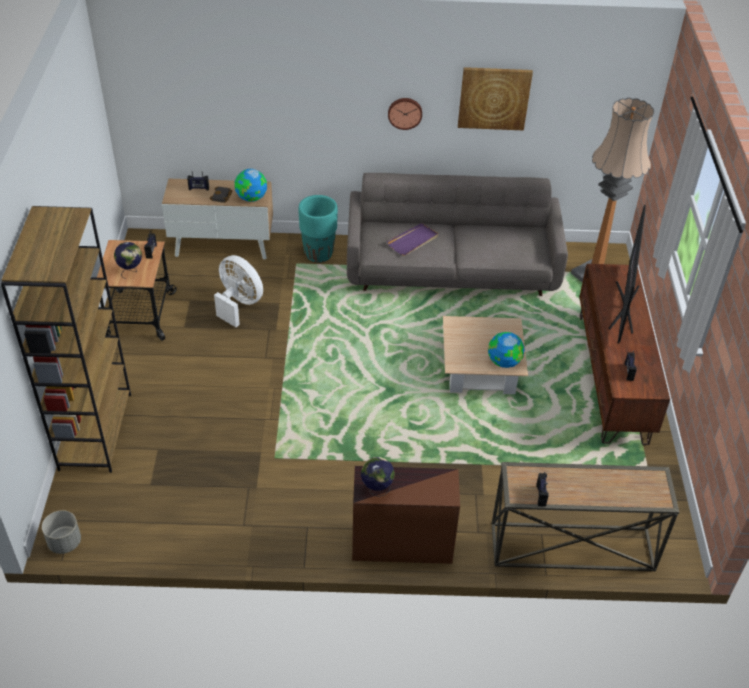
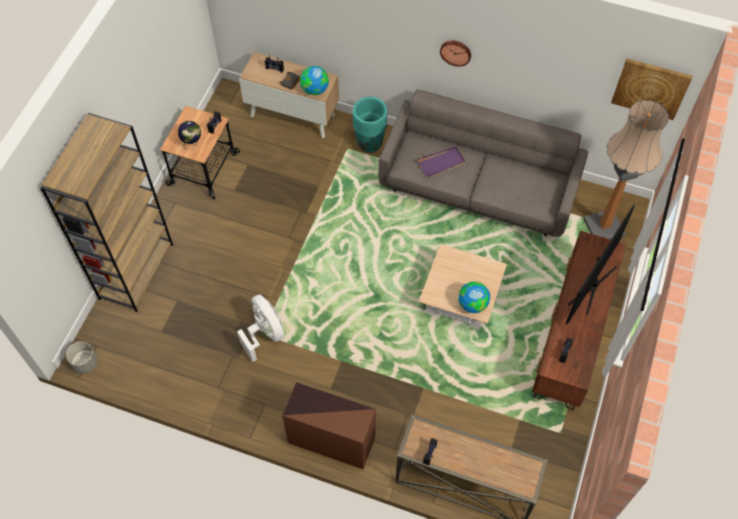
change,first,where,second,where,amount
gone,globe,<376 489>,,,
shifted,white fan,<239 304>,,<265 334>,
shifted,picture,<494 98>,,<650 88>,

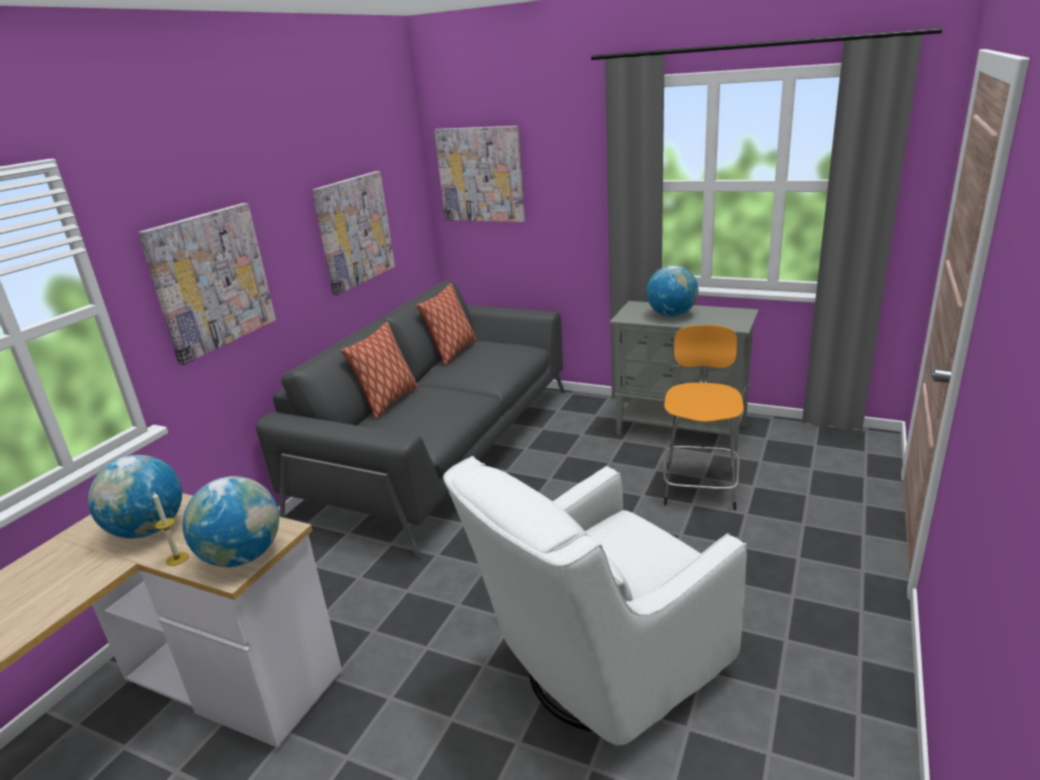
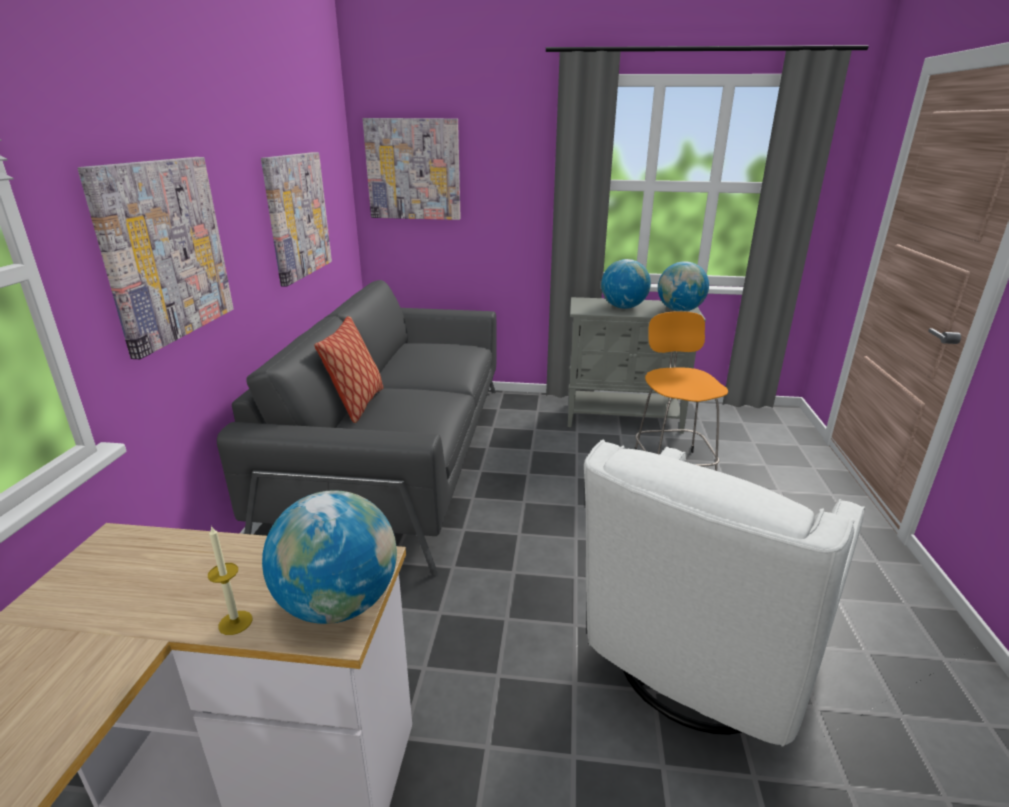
change,first,where,second,where,amount
gone,pillow,<452 352>,,,
shifted,globe,<148 530>,,<679 310>,

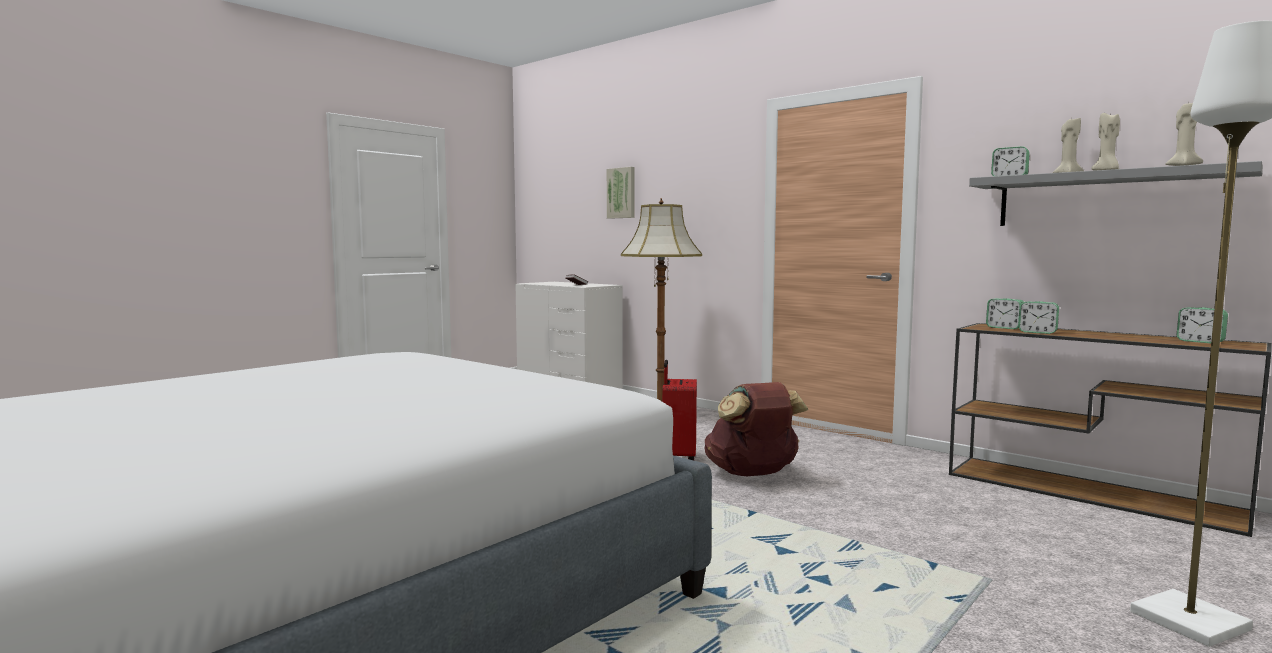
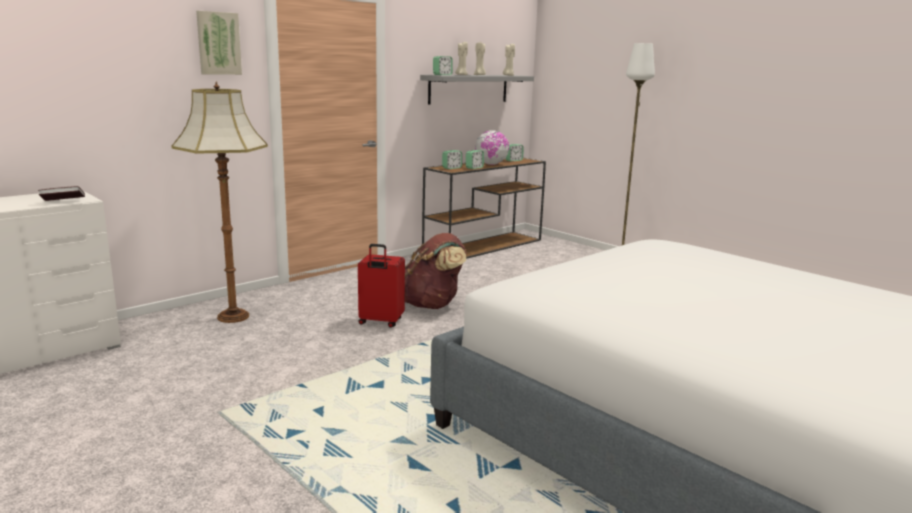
change,first,where,second,where,amount
new,,,globe,<491 164>,
shifted,picture,<622 193>,,<218 43>,

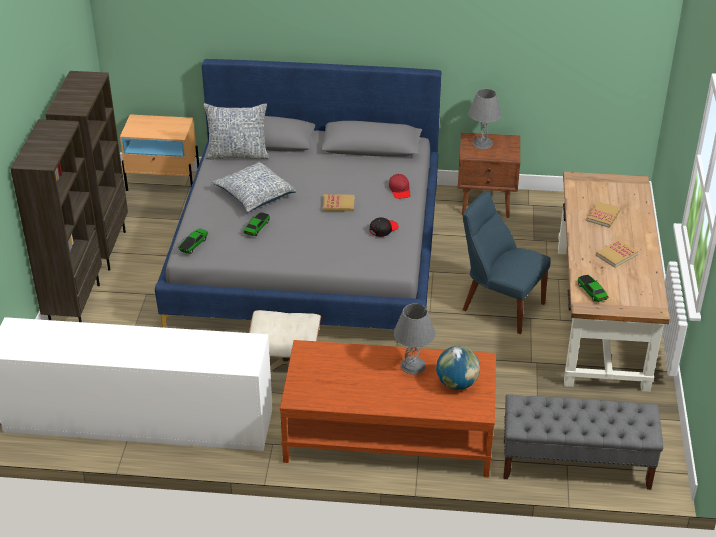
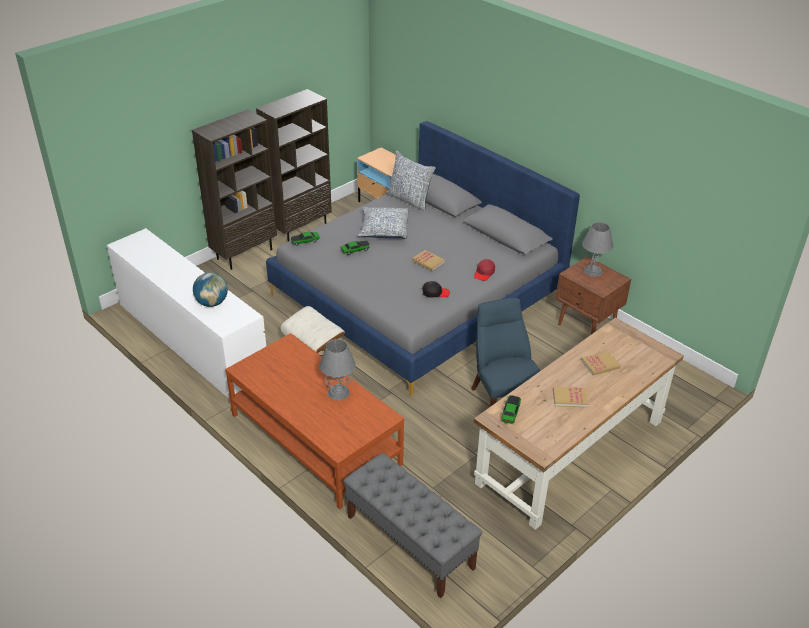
change,first,where,second,where,amount
shifted,globe,<457 383>,,<212 303>,

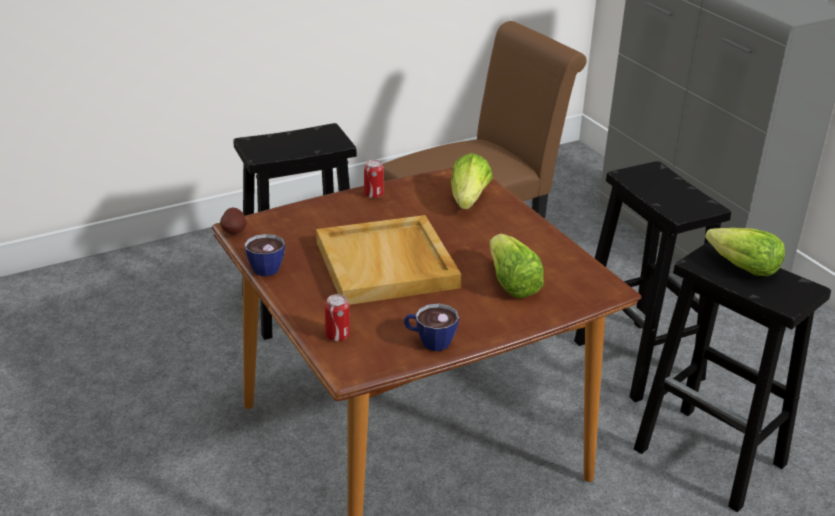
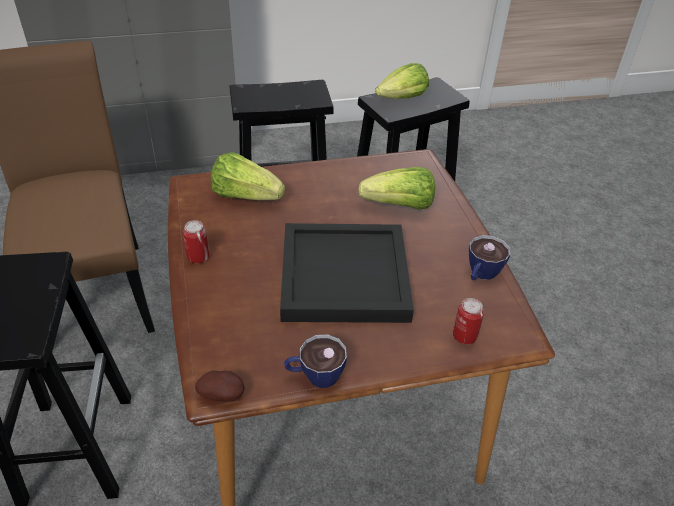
change,first,where,second,where,amount
repainted,beige tray,<387 265>,black tray,<345 275>,

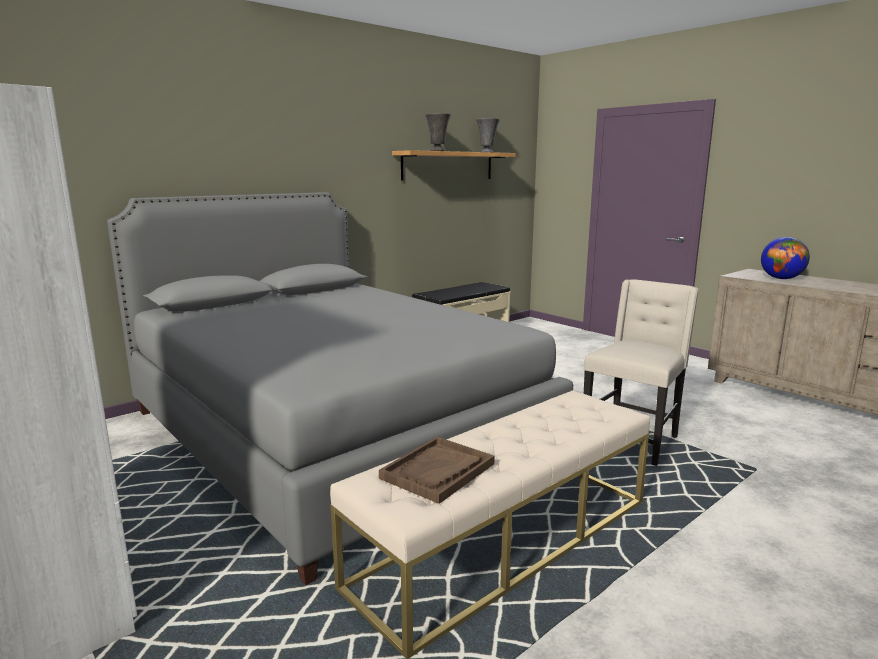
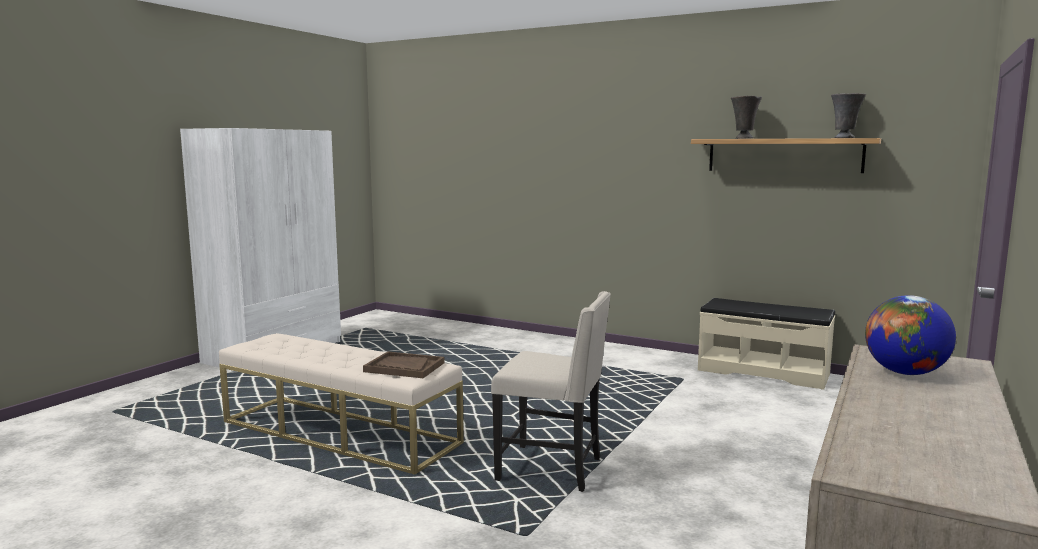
change,first,where,second,where,amount
gone,grey bed,<332 433>,,,
shifted,brown tray,<438 471>,,<404 367>,

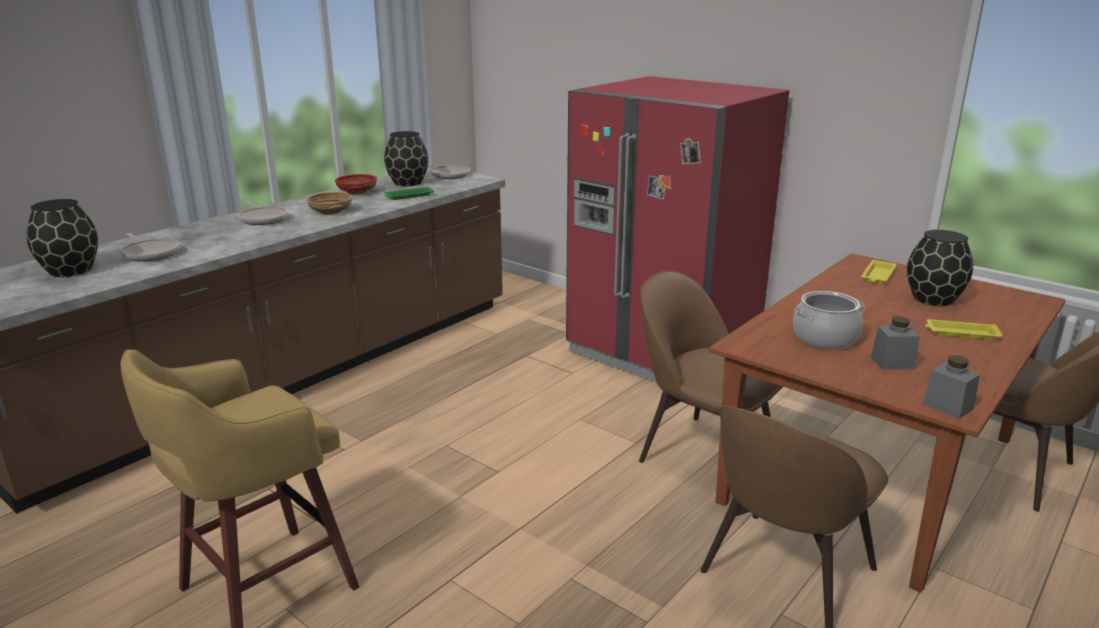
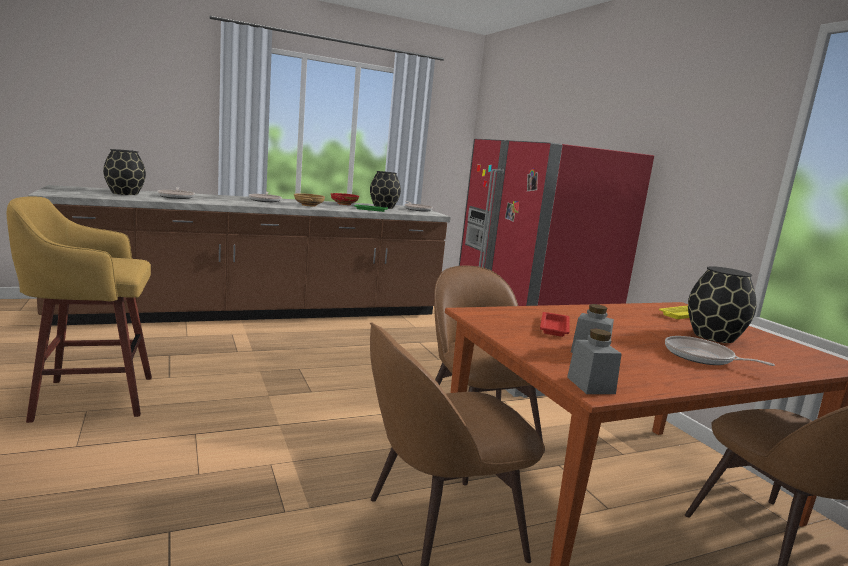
change,first,where,second,where,amount
swapped,cooking pot,<825 338>,red tray,<554 327>,
swapped,yellow tray,<960 333>,frying pan,<702 357>,

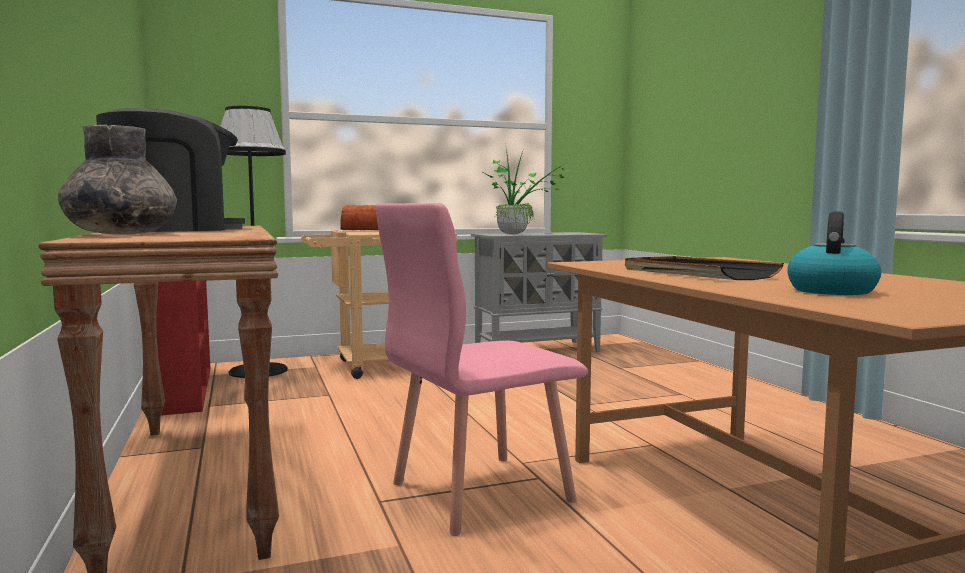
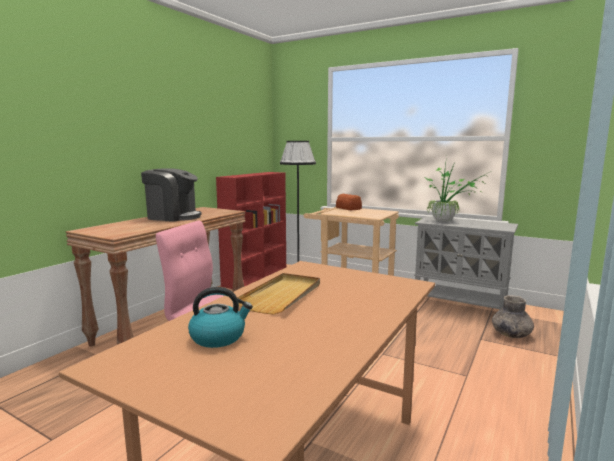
change,first,where,second,where,amount
shifted,grey vase,<121 234>,,<511 334>,
repainted,black tray,<696 273>,beige tray,<282 295>,

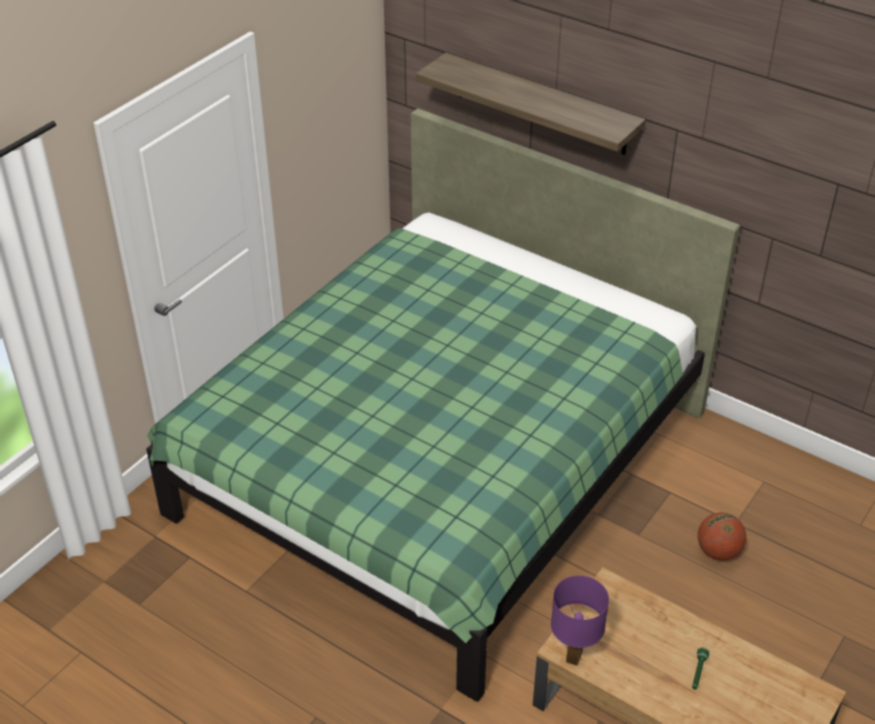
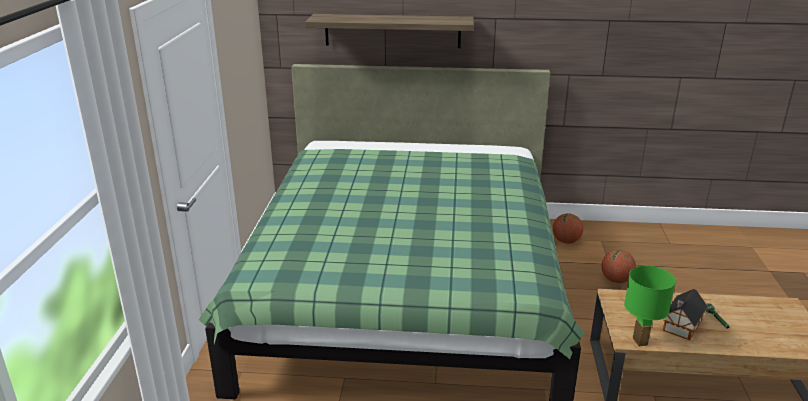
change,first,where,second,where,amount
new,,,basketball,<566 241>,
new,,,toy house,<681 326>,
repainted,purple table lamp,<574 658>,green table lamp,<640 342>,

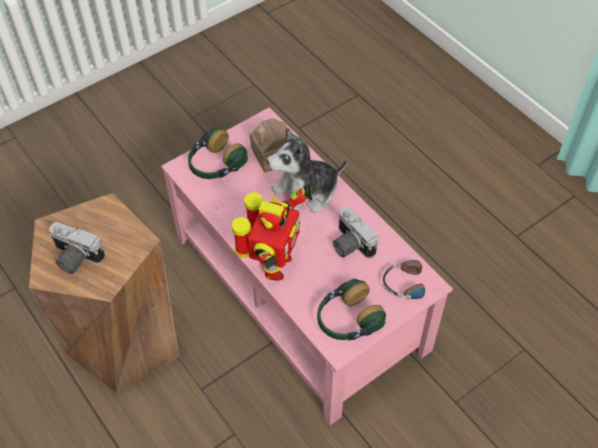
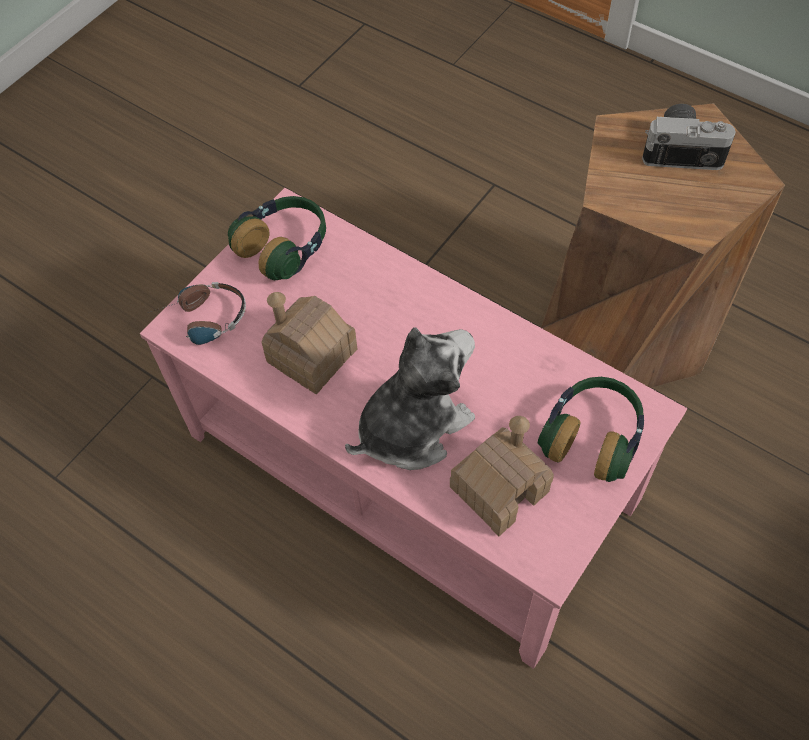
change,first,where,second,where,amount
gone,toy robot,<273 266>,,,
swapped,photo camera,<349 244>,toy house,<311 355>,

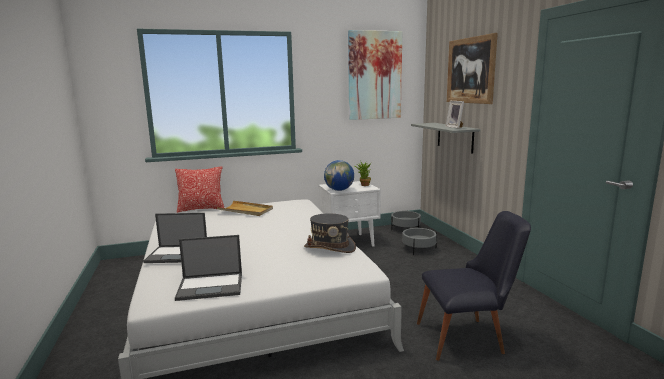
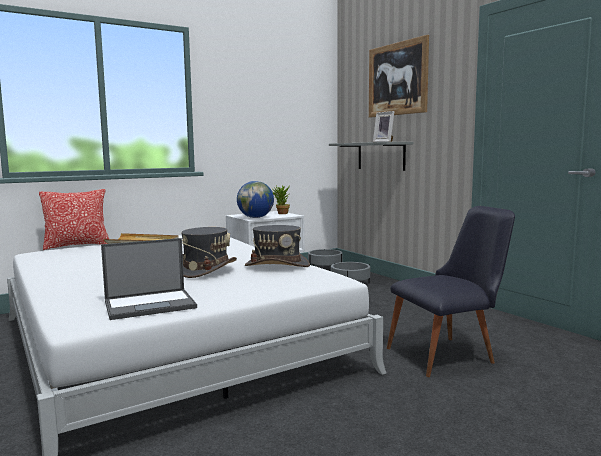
change,first,where,second,where,amount
gone,laptop,<178 254>,,,
gone,picture,<374 75>,,,
new,,,grey hat,<206 269>,

